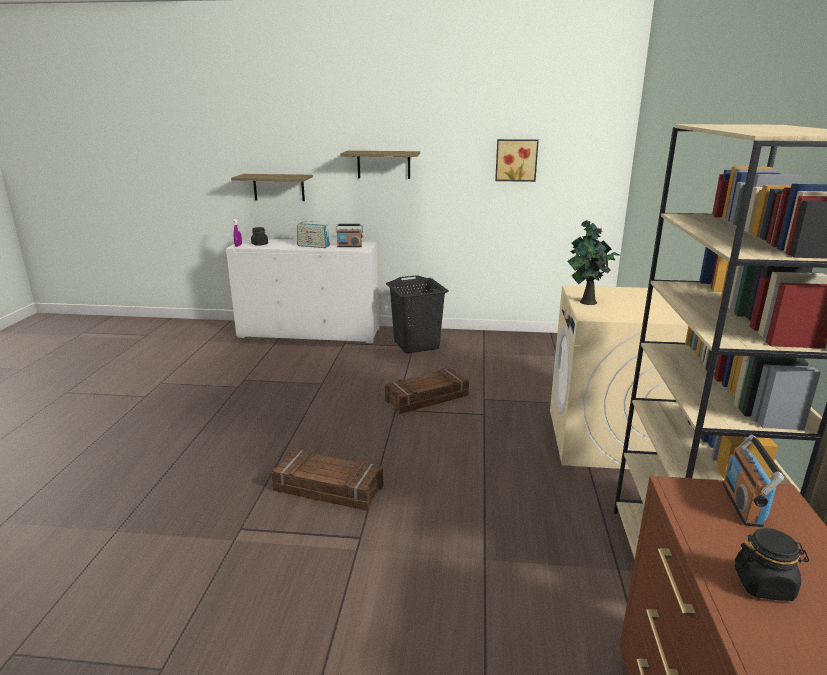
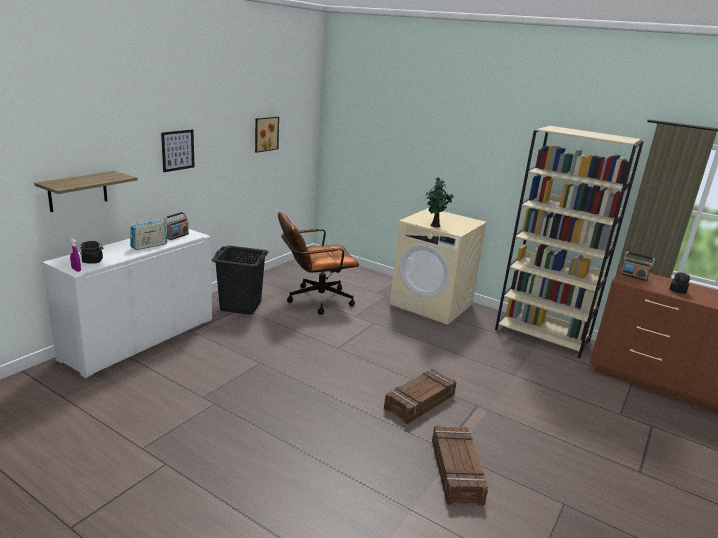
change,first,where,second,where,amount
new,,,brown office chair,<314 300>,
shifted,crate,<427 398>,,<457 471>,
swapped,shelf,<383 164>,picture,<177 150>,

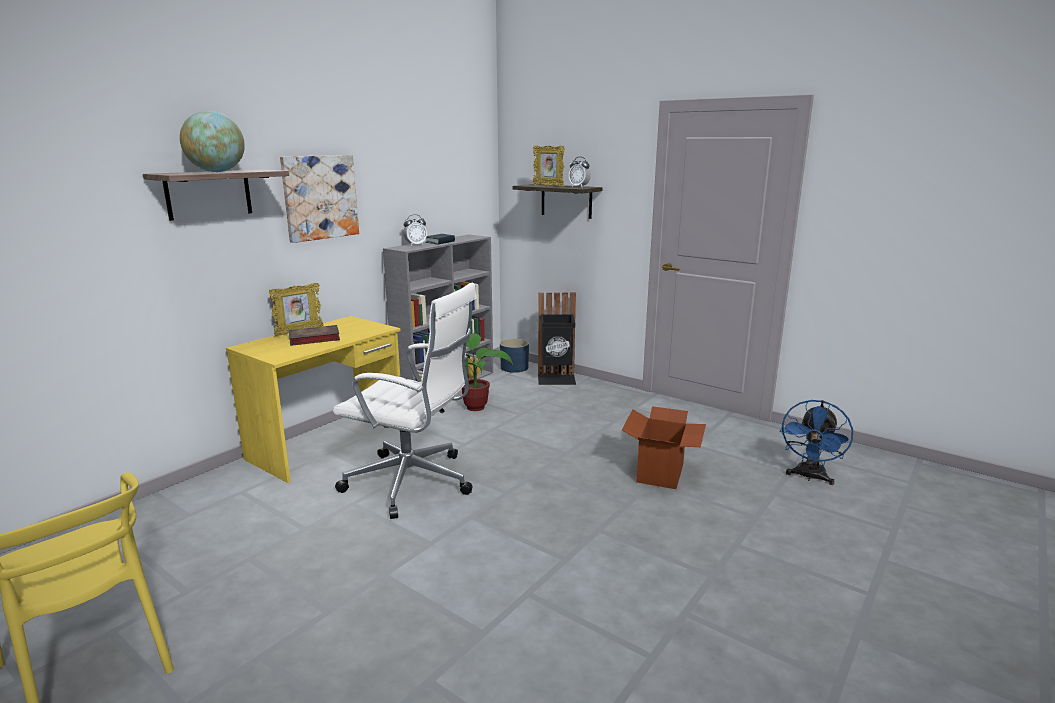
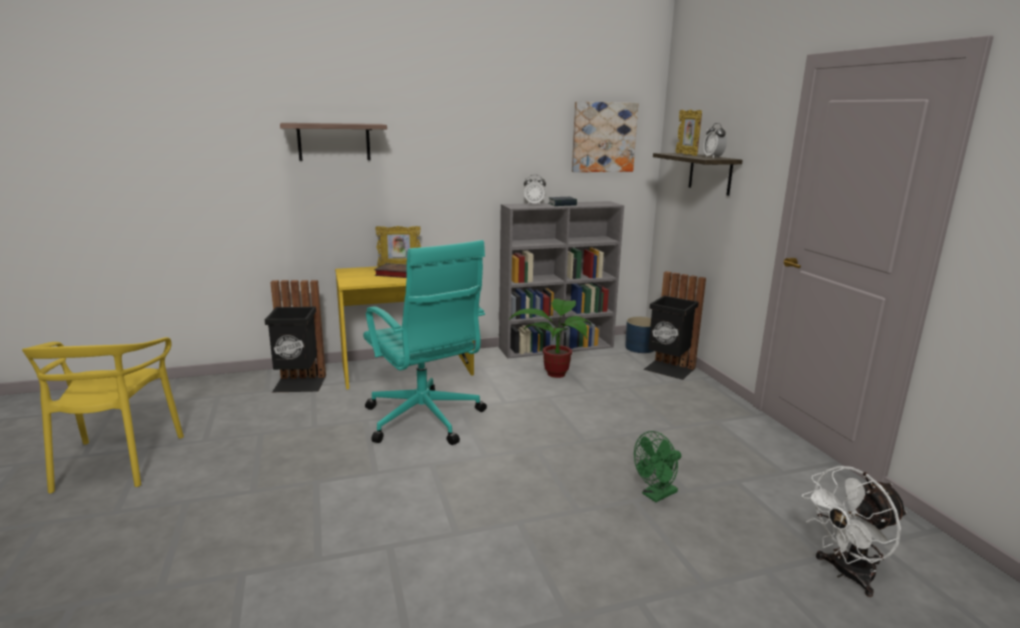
change,first,where,second,where,amount
gone,globe,<217 172>,,,
new,,,black trash can,<299 384>,
shifted,picture,<320 197>,,<603 137>,
swapped,cardboard box,<661 473>,green fan,<656 495>,
repainted,white office chair,<413 483>,turquoise office chair,<425 420>,
repainted,blue fan,<809 477>,white fan,<846 574>,

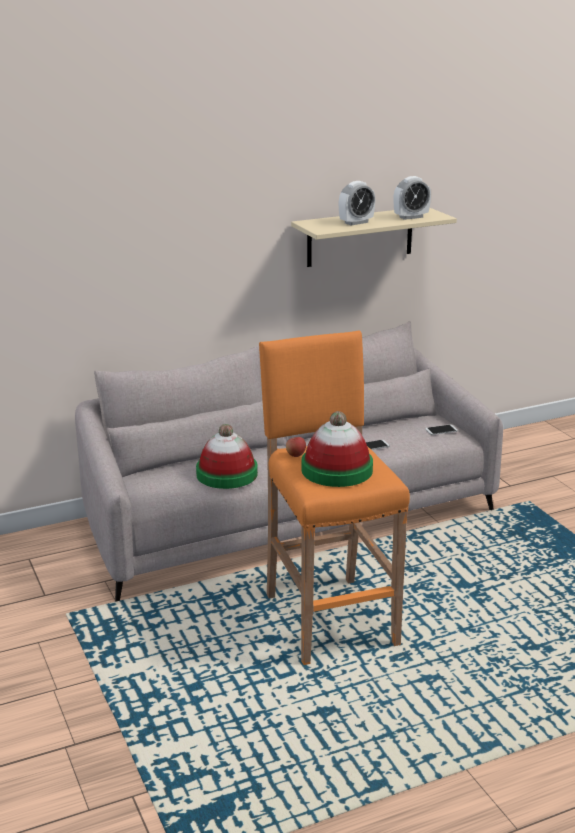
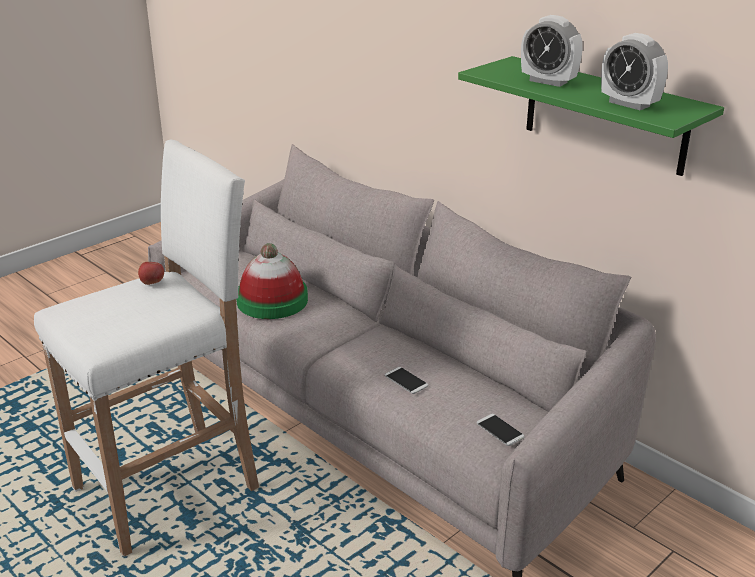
change,first,where,second,where,amount
gone,hat,<337 470>,,,
repainted,orange stool,<329 618>,white stool,<170 488>,
repainted,beige shelf,<360 236>,green shelf,<605 115>,

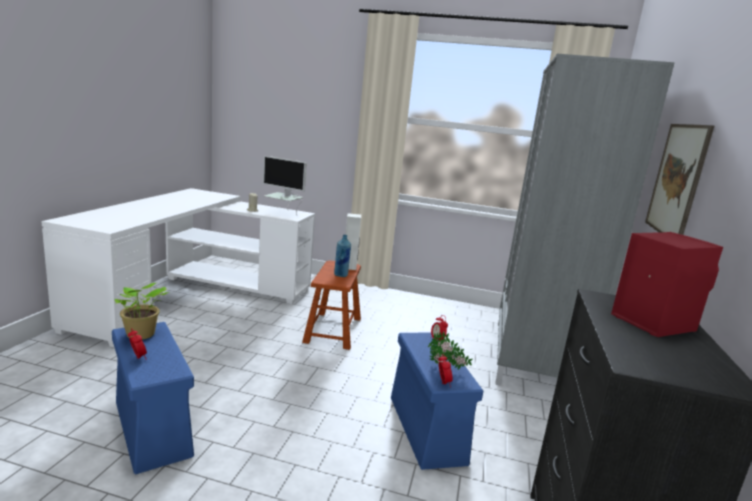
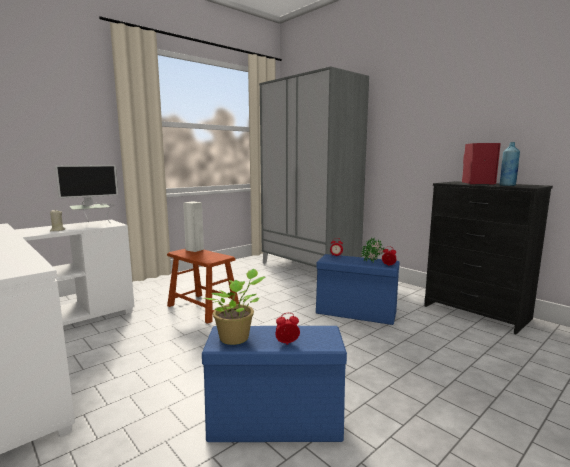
change,first,where,second,where,amount
gone,picture,<677 180>,,,
shifted,blue bottle,<341 275>,,<507 185>,

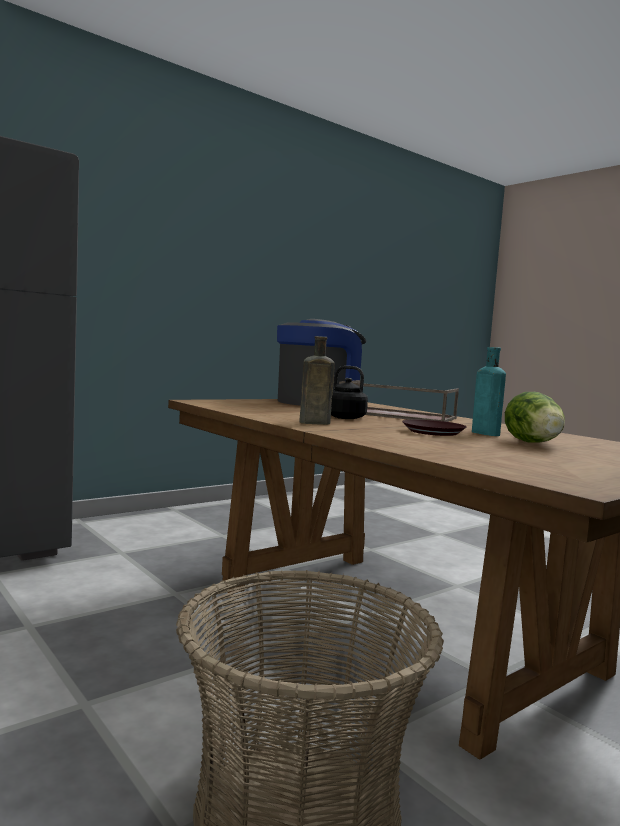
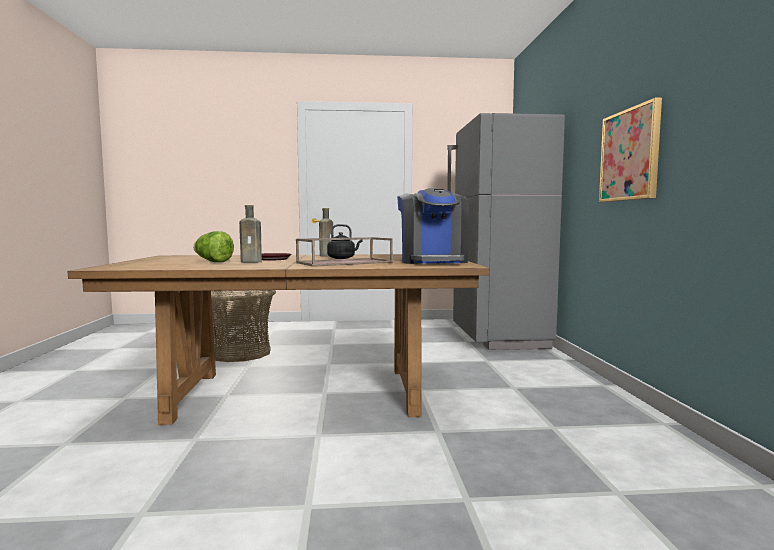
change,first,where,second,where,amount
new,,,picture,<630 155>,
repainted,turquoise bottle,<483 433>,brown bottle,<252 262>,

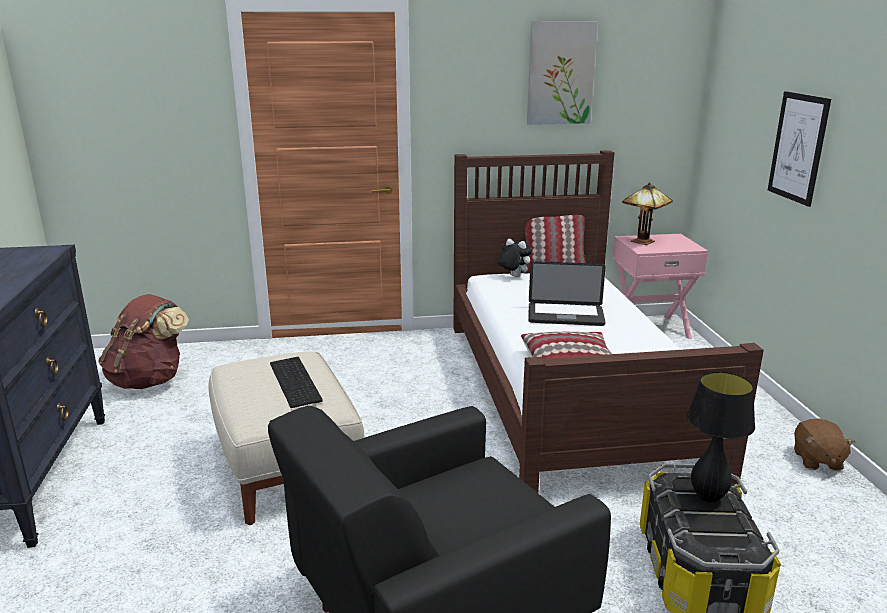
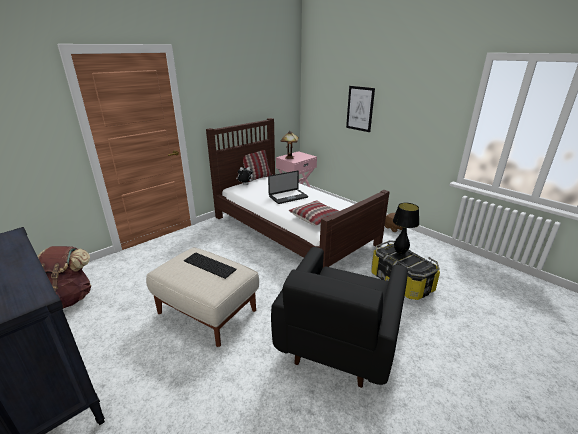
change,first,where,second,where,amount
gone,picture,<560 73>,,,

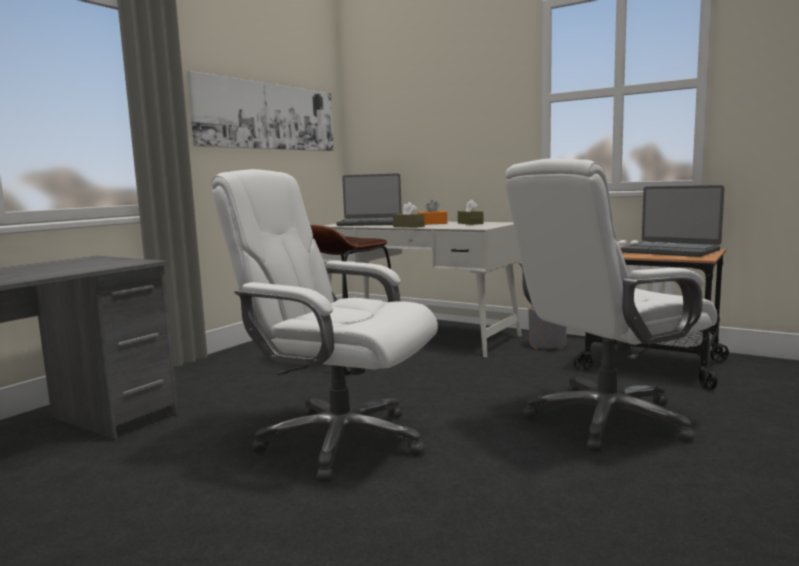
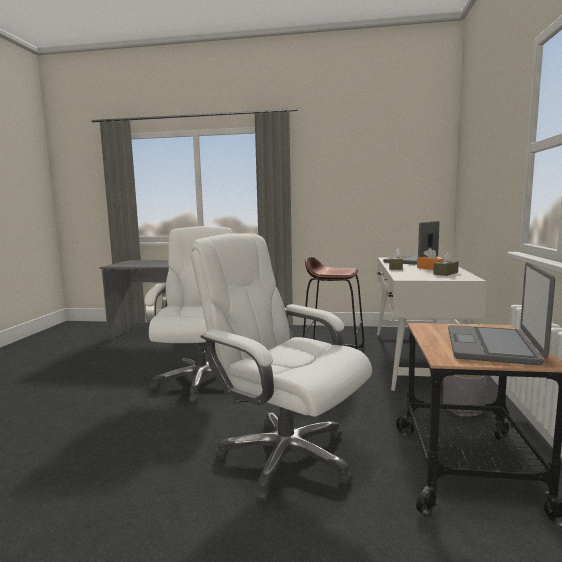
change,first,where,second,where,amount
gone,picture,<268 116>,,,
rotated,laptop,<370 223>,,<411 261>,60 degrees clockwise

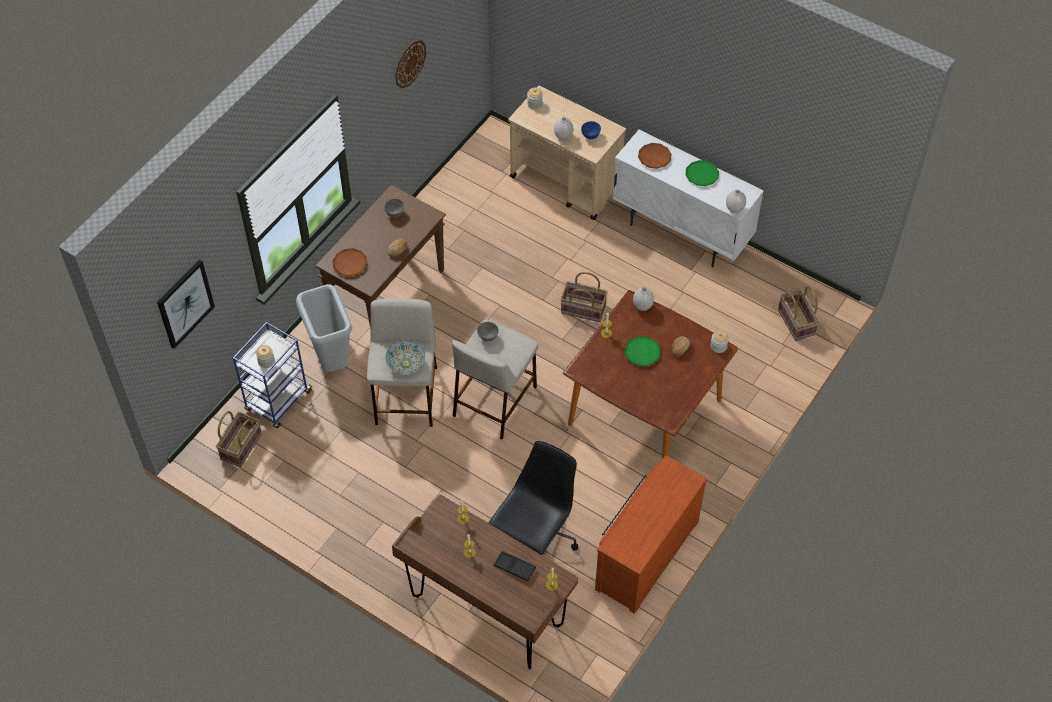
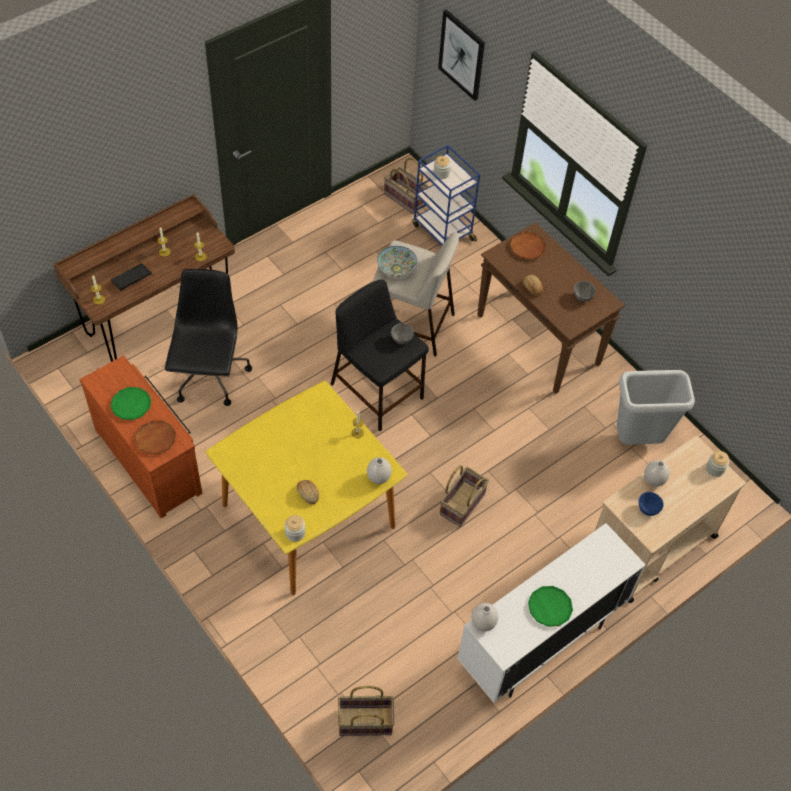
change,first,where,second,where,amount
gone,wall clock,<409 63>,,,
shifted,grey trash can,<331 361>,,<638 439>,
shifted,green plate,<642 353>,,<131 405>,
shifted,brown plate,<654 157>,,<156 439>,
repainted,beige stool,<495 400>,black stool,<378 392>,
repainted,brown dining table,<645 413>,yellow dining table,<307 516>,
rotated,black office chair,<535 540>,,<209 377>,135 degrees counterclockwise

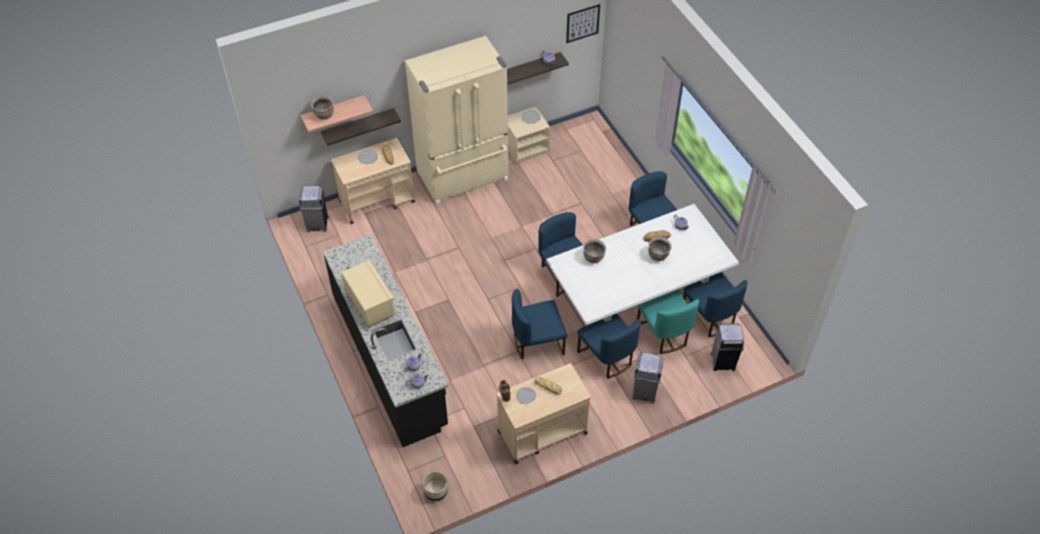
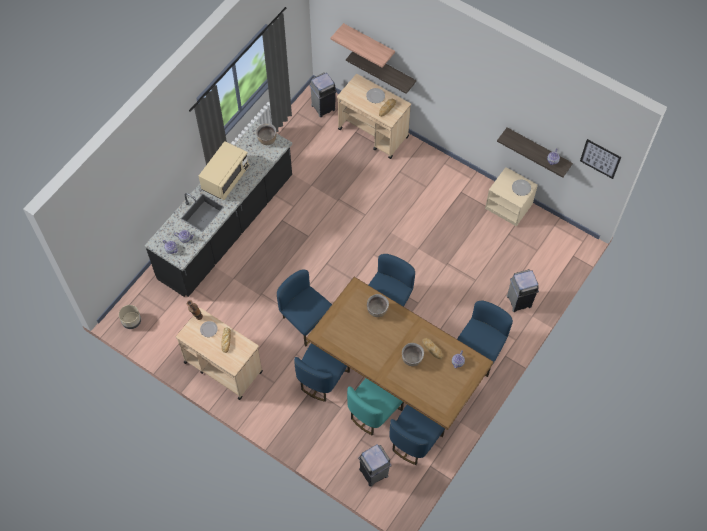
change,first,where,second,where,amount
gone,beige fridge,<464 177>,,,
shifted,brown cooking pot,<324 115>,,<267 140>,
shifted,grey trash can,<644 391>,,<519 301>,
repainted,white dining table,<637 299>,brown dining table,<398 374>,

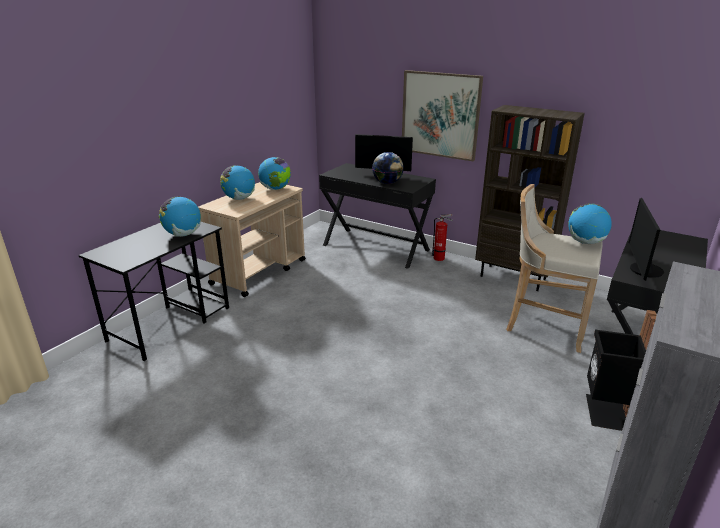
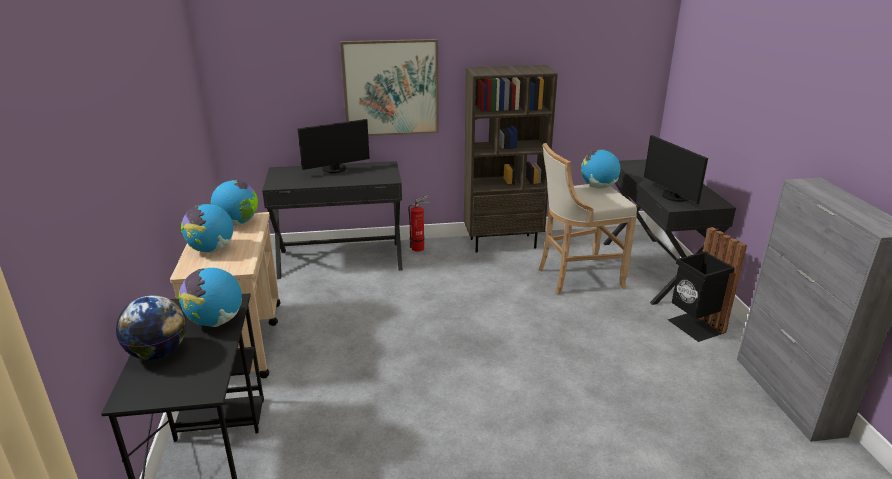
change,first,where,second,where,amount
shifted,globe,<387 183>,,<158 353>,

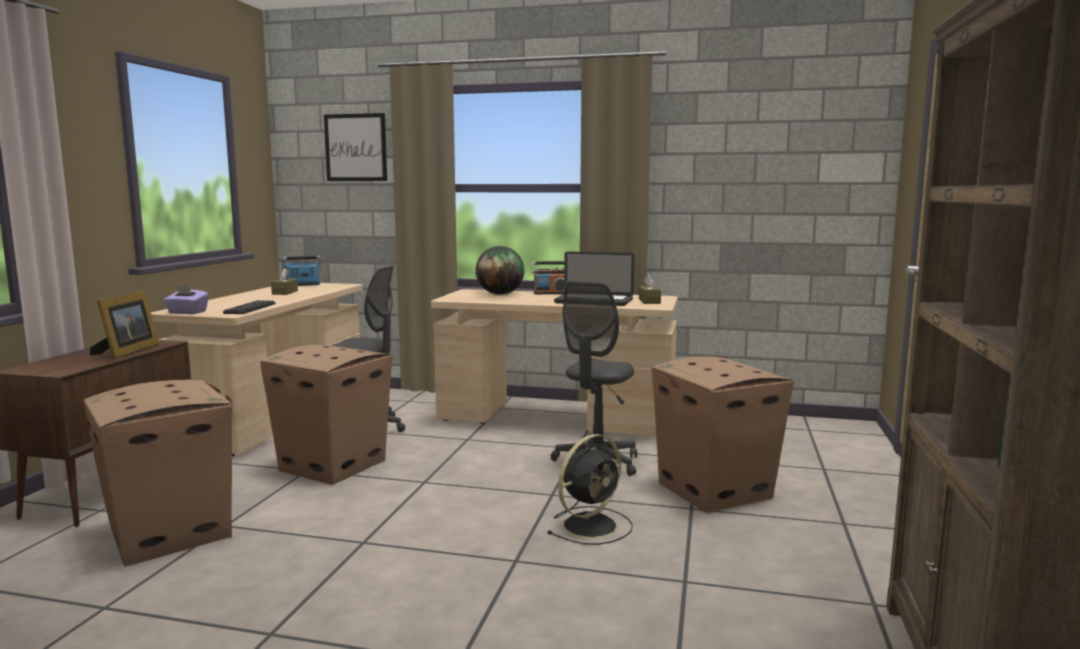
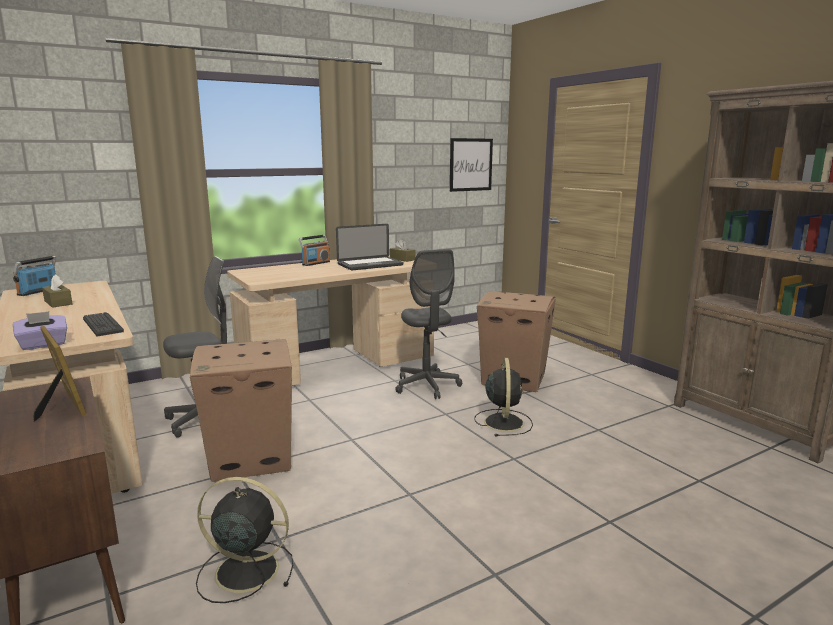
change,first,where,second,where,amount
gone,globe,<500 294>,,,
shifted,picture,<356 147>,,<470 164>,
swapped,cardboard box,<170 533>,black fan,<244 570>,

